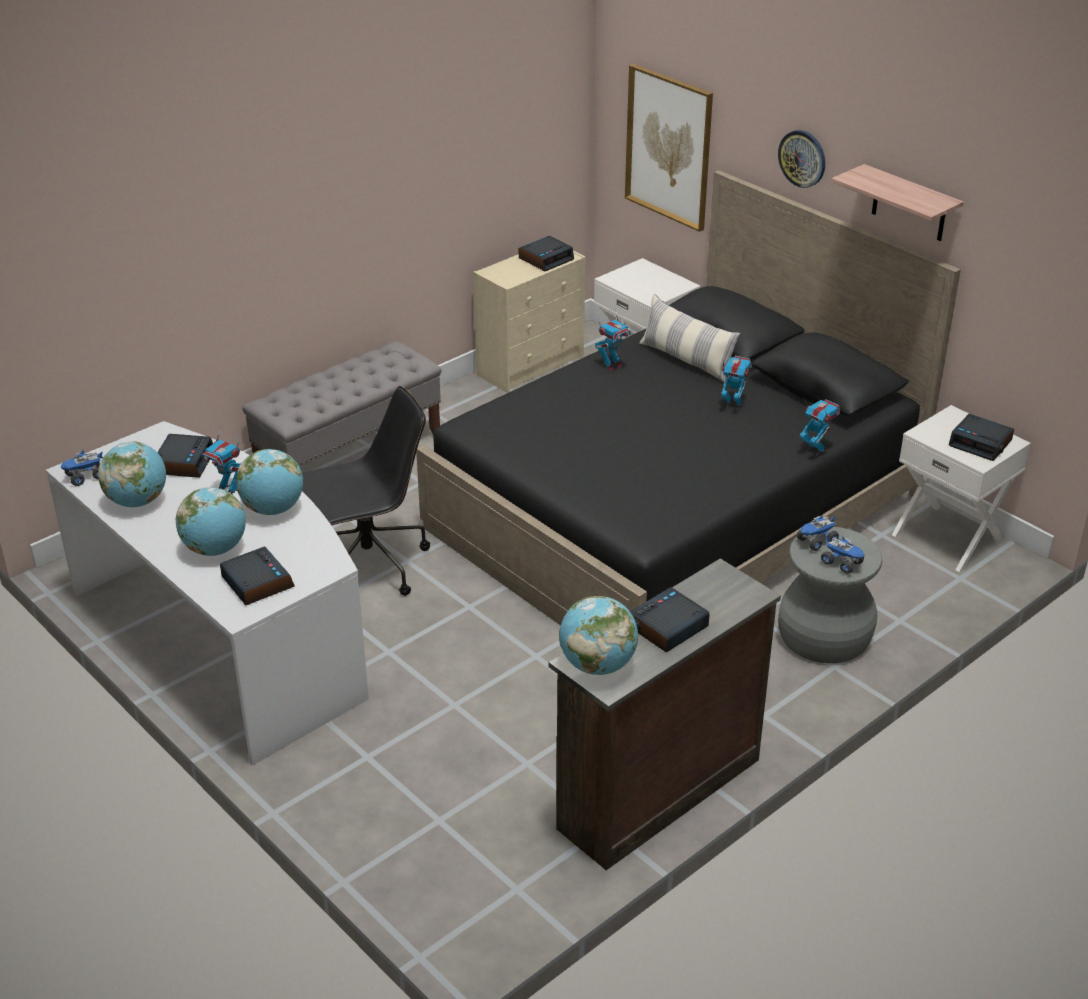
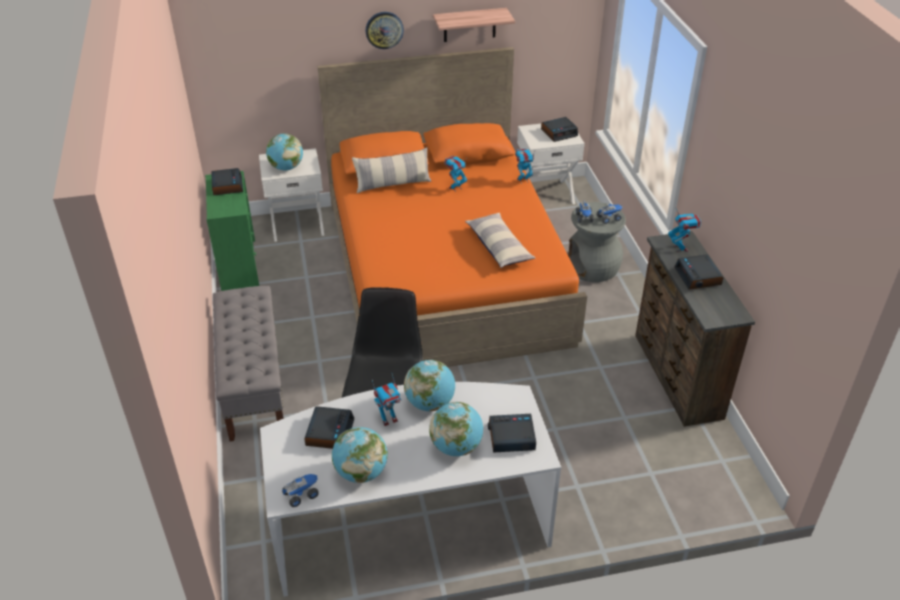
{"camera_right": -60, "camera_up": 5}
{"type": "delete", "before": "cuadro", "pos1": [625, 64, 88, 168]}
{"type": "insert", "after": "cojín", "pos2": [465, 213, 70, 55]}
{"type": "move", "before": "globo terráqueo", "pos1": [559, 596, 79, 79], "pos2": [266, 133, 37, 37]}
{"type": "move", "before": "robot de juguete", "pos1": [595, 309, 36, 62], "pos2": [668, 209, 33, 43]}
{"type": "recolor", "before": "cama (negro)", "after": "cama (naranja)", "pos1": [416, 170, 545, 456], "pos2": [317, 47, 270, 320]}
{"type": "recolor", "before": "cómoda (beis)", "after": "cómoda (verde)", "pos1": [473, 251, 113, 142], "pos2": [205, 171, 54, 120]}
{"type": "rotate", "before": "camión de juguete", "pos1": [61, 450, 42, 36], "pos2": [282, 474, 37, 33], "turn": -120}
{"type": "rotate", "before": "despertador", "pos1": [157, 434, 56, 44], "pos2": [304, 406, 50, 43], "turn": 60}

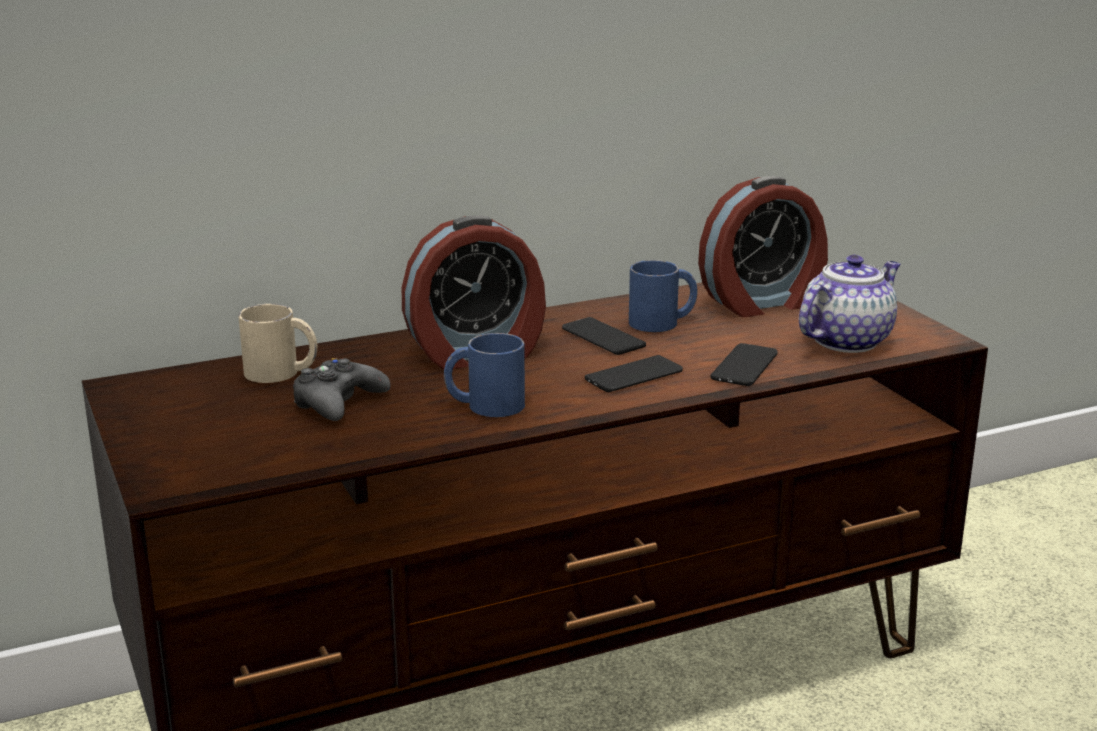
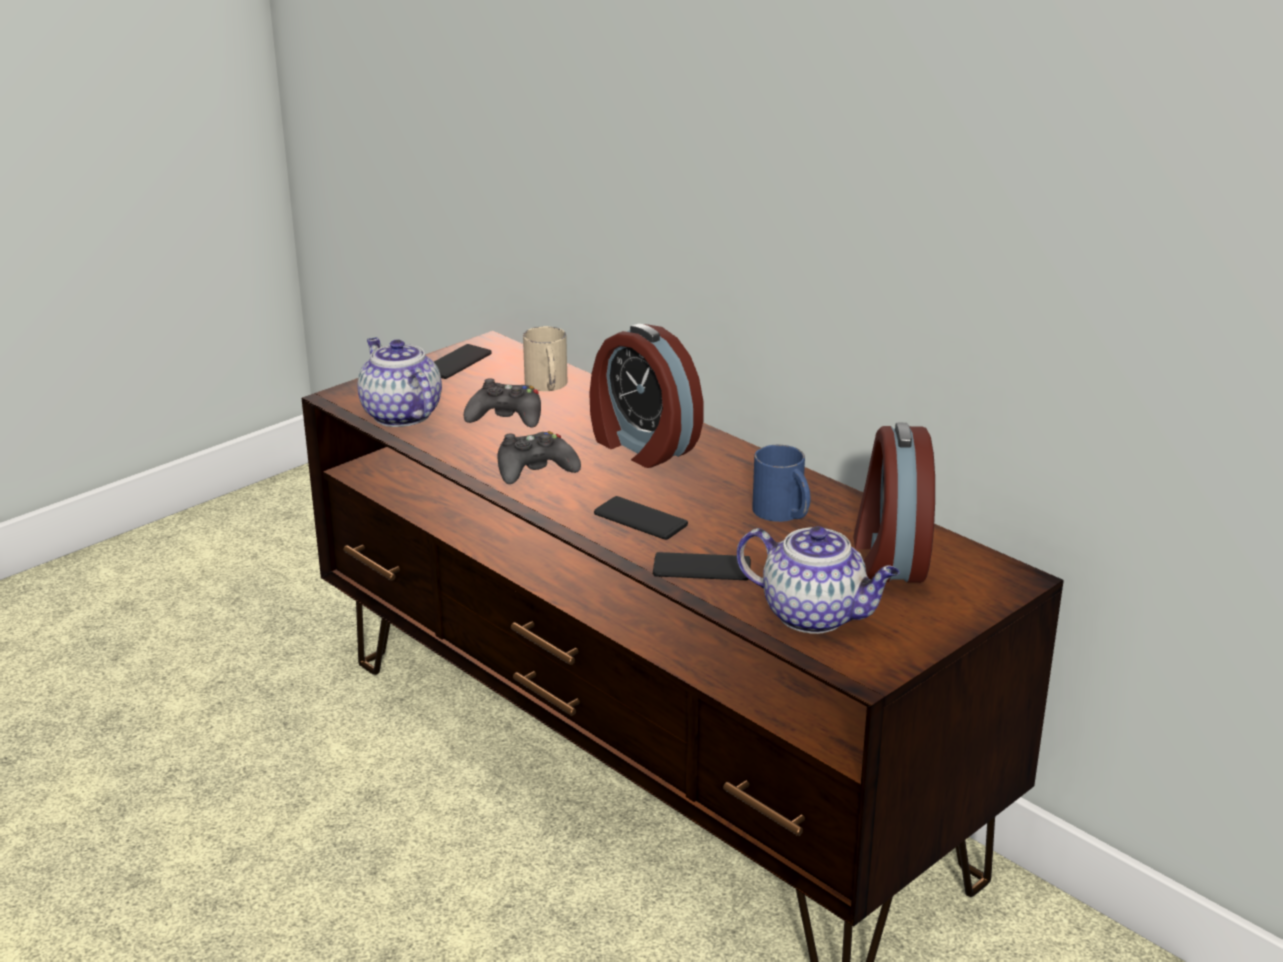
{"camera_right": 70, "camera_up": 5}
{"type": "insert", "after": "tetera", "pos2": [357, 337, 85, 90]}
{"type": "move", "before": "móvil", "pos1": [562, 317, 84, 38], "pos2": [434, 344, 58, 35]}
{"type": "replace", "before": "taza grande (azul)", "after": "mando de consola (negro)", "pos1": [444, 333, 81, 84], "pos2": [497, 431, 84, 53]}
{"type": "rotate", "before": "despertador", "pos1": [698, 176, 130, 141], "pos2": [853, 423, 82, 160], "turn": 45}

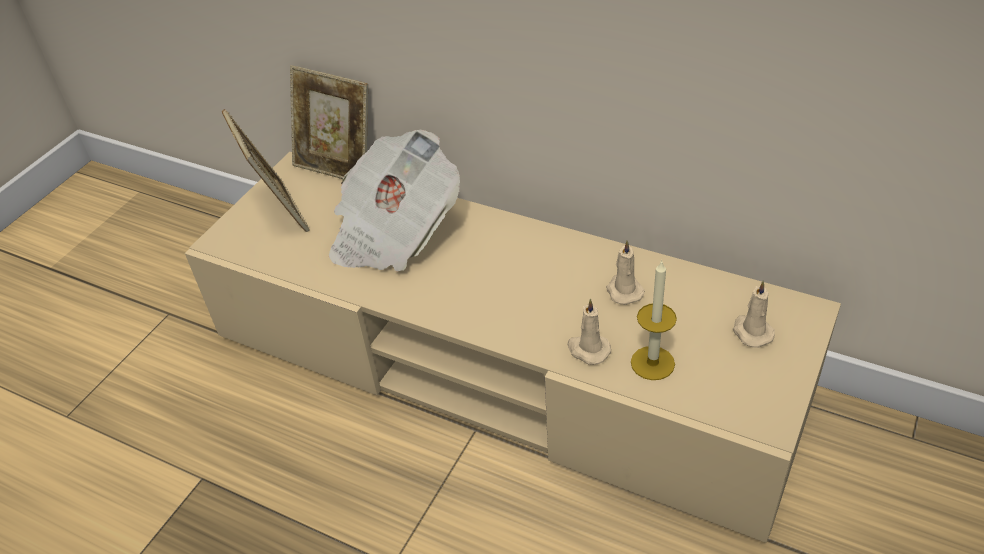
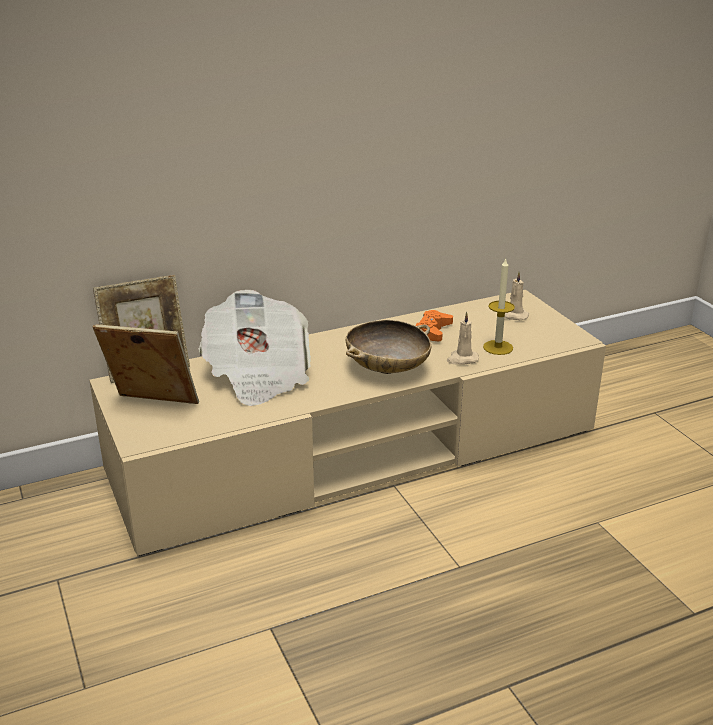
{"camera_right": -55, "camera_up": -15}
{"type": "insert", "after": "cuenco (beis)", "pos2": [346, 320, 85, 54]}
{"type": "replace", "before": "vela (beis)", "after": "mando de consola (naranja)", "pos1": [606, 240, 39, 65], "pos2": [416, 310, 37, 31]}

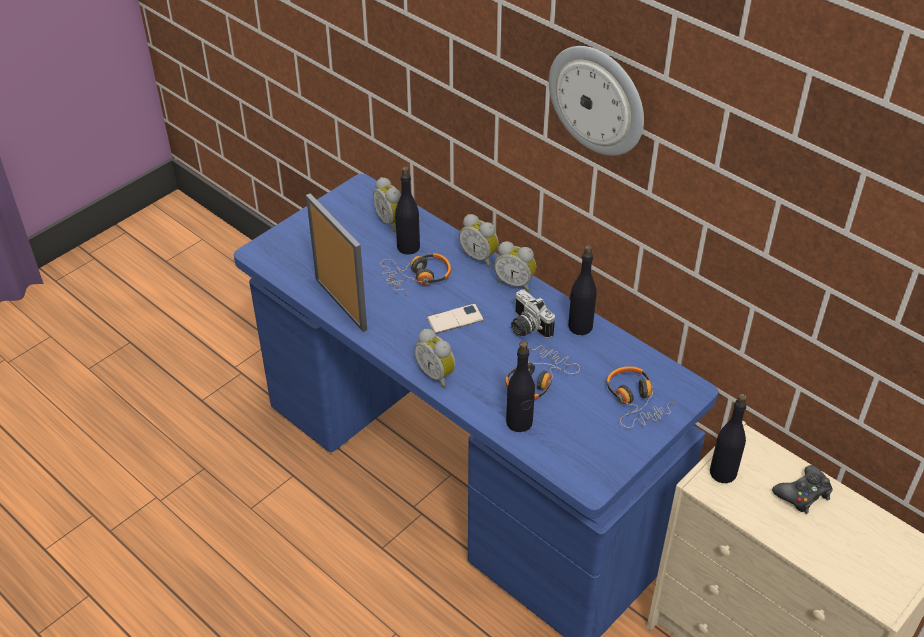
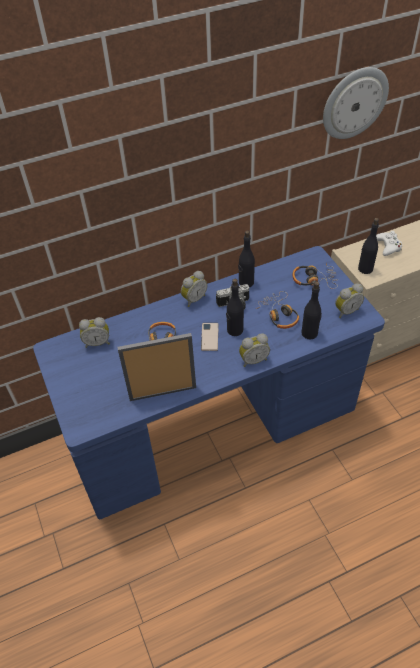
{"camera_right": -65, "camera_up": 5}
{"type": "move", "before": "botella (negro)", "pos1": [395, 167, 25, 88], "pos2": [226, 279, 18, 57]}
{"type": "move", "before": "despertador", "pos1": [459, 214, 40, 53], "pos2": [335, 283, 29, 35]}
{"type": "move", "before": "reloj de pared", "pos1": [549, 46, 95, 110], "pos2": [323, 67, 66, 72]}
{"type": "recolor", "before": "mando de consola (negro)", "after": "mando de consola (blanco)", "pos1": [772, 465, 61, 49], "pos2": [376, 231, 26, 25]}

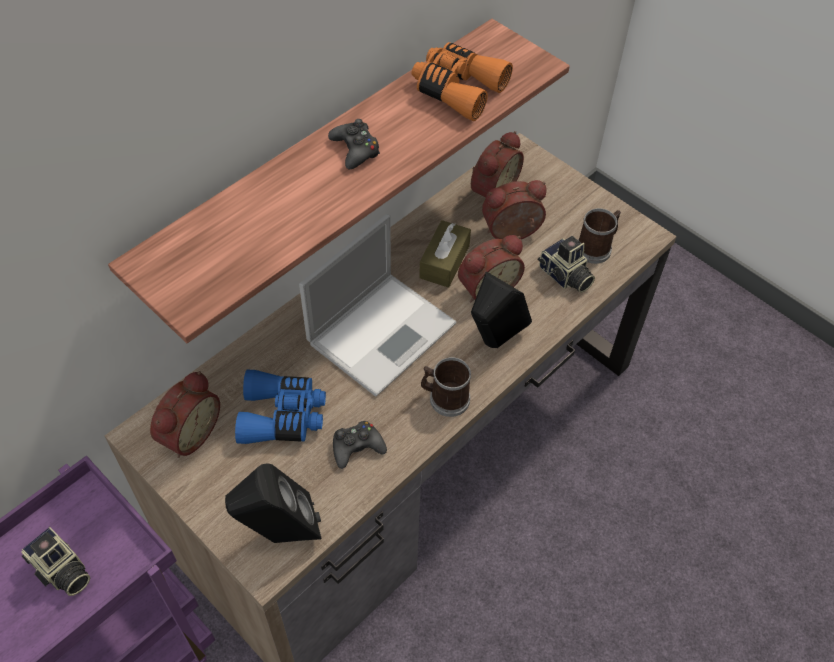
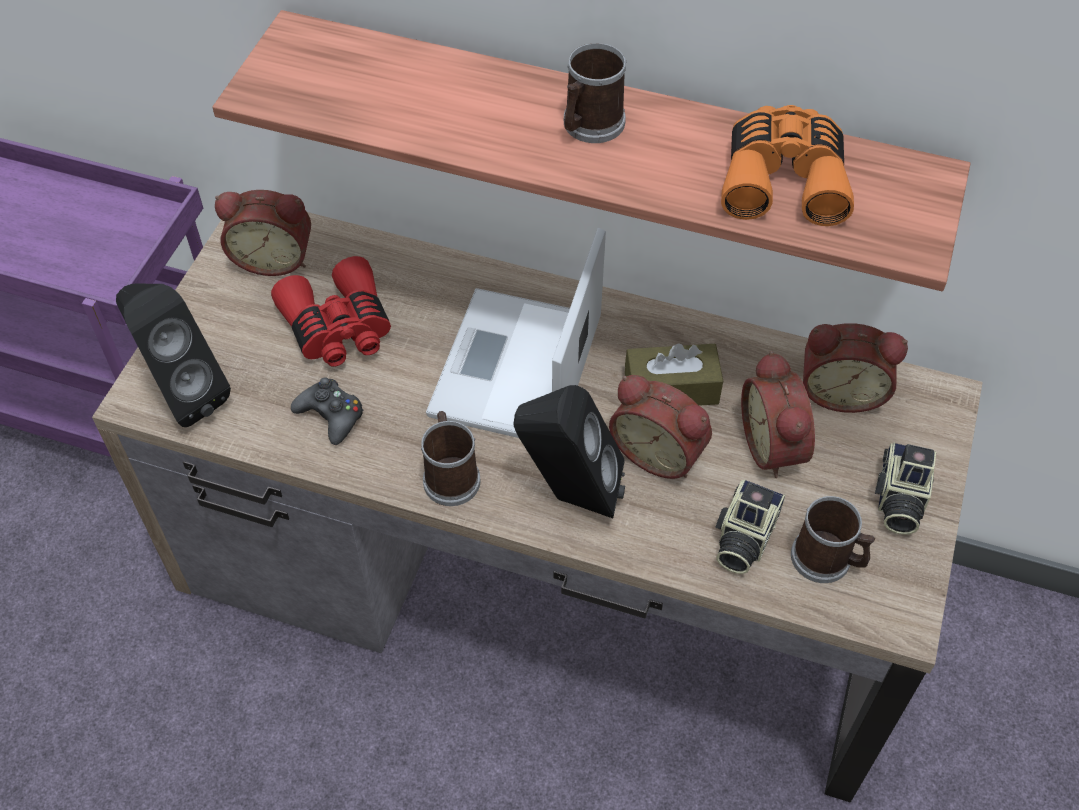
{"camera_right": 65, "camera_up": 0}
{"type": "move", "before": "cámara", "pos1": [21, 527, 69, 69], "pos2": [875, 442, 61, 93]}
{"type": "replace", "before": "mando de consola (negro)", "after": "taza grande", "pos1": [328, 119, 52, 50], "pos2": [564, 43, 62, 100]}
{"type": "recolor", "before": "prismáticos (azul)", "after": "prismáticos (rojo)", "pos1": [235, 370, 91, 74], "pos2": [271, 256, 120, 111]}
{"type": "rotate", "before": "portátil", "pos1": [299, 214, 157, 183], "pos2": [426, 228, 180, 210], "turn": 90}
{"type": "rotate", "before": "despertador", "pos1": [482, 180, 65, 59], "pos2": [741, 351, 74, 127], "turn": -150}

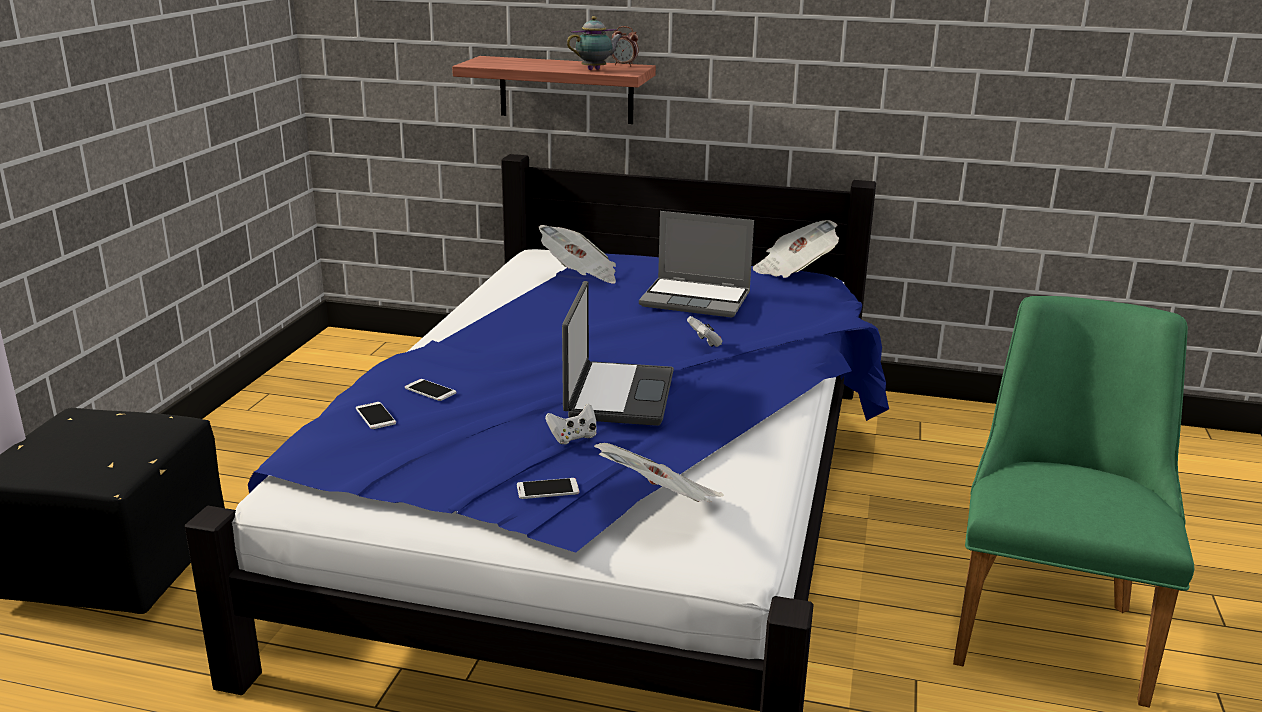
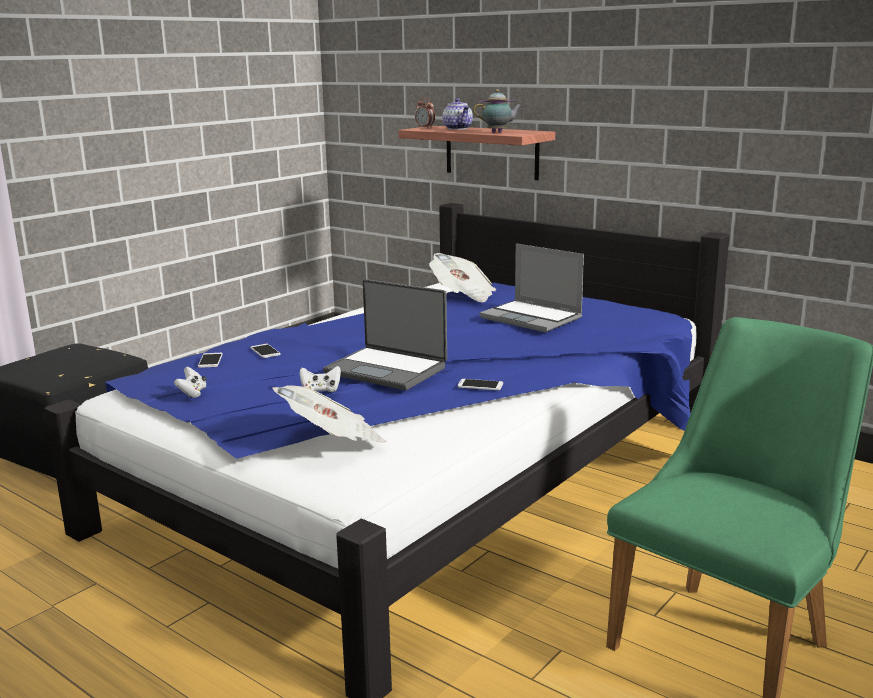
{"camera_right": 25, "camera_up": -5}
{"type": "delete", "before": "periódico", "pos1": [753, 220, 86, 58]}
{"type": "insert", "after": "tetera", "pos2": [443, 98, 30, 32]}
{"type": "move", "before": "móvil", "pos1": [517, 478, 62, 21], "pos2": [458, 379, 45, 11]}
{"type": "move", "before": "despertador", "pos1": [612, 26, 27, 40], "pos2": [415, 98, 20, 30]}
{"type": "move", "before": "mando de consola (blanco)", "pos1": [687, 316, 35, 31], "pos2": [174, 366, 32, 32]}
{"type": "rotate", "before": "portátil", "pos1": [562, 281, 112, 145], "pos2": [323, 279, 124, 111], "turn": 90}

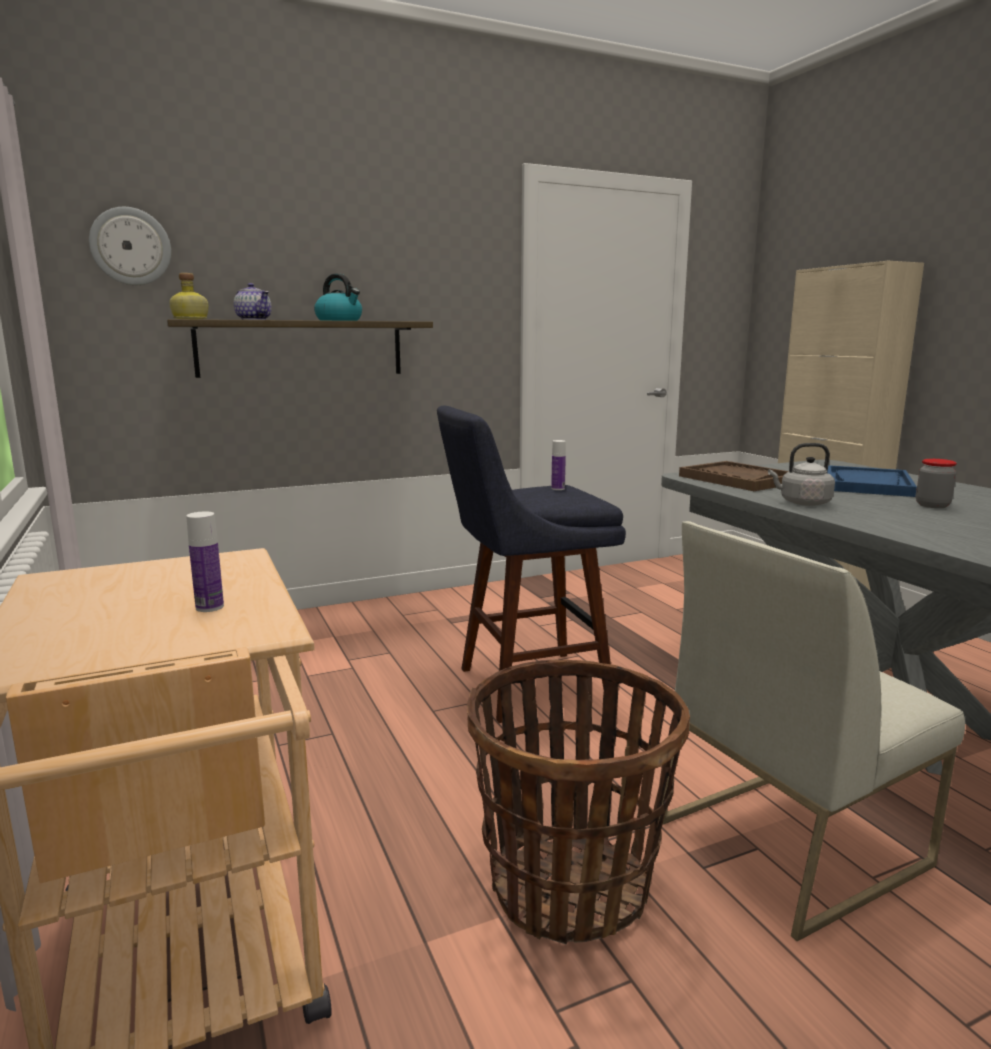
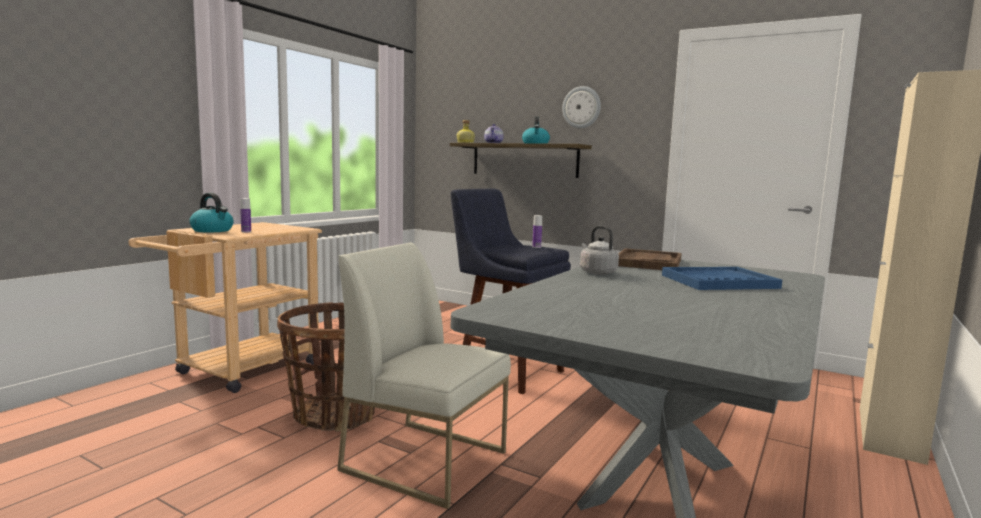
{"camera_right": 55, "camera_up": -5}
{"type": "delete", "before": "tarro", "pos1": [916, 459, 41, 49]}
{"type": "insert", "after": "hervidor", "pos2": [189, 193, 45, 39]}
{"type": "move", "before": "reloj de pared", "pos1": [89, 207, 82, 78], "pos2": [562, 86, 39, 42]}

